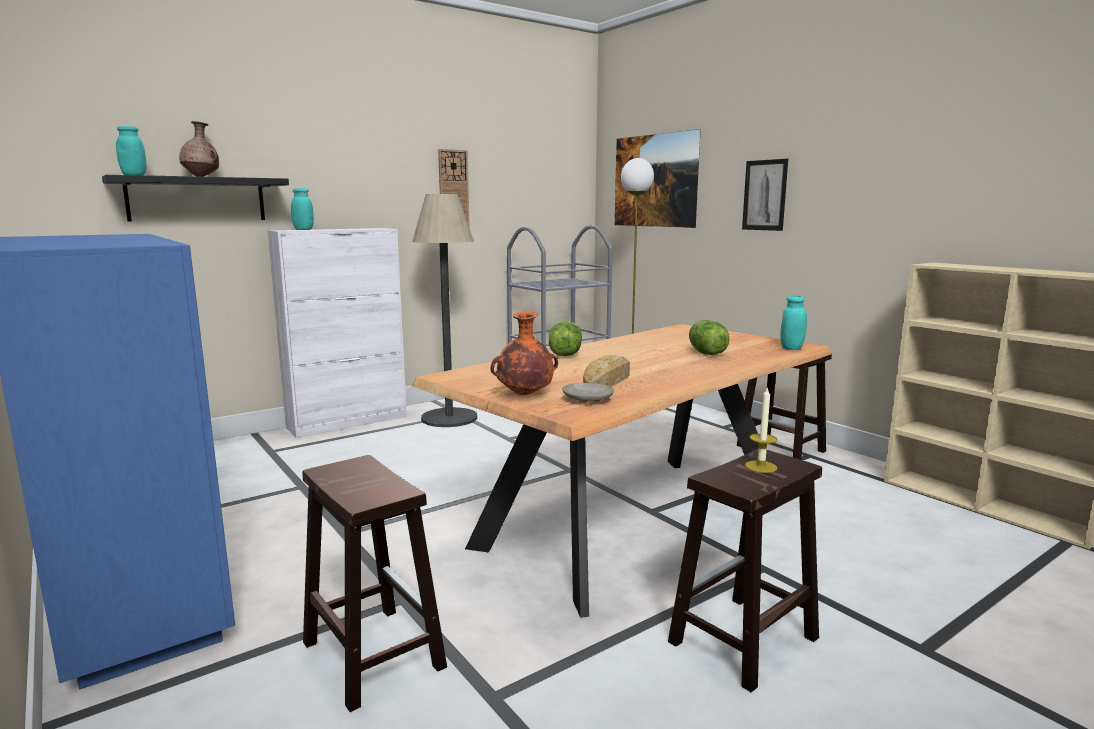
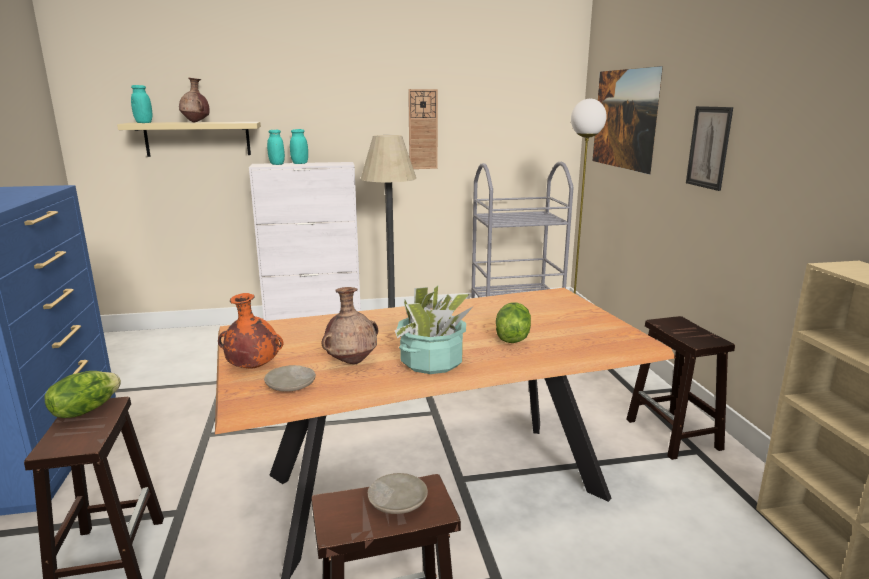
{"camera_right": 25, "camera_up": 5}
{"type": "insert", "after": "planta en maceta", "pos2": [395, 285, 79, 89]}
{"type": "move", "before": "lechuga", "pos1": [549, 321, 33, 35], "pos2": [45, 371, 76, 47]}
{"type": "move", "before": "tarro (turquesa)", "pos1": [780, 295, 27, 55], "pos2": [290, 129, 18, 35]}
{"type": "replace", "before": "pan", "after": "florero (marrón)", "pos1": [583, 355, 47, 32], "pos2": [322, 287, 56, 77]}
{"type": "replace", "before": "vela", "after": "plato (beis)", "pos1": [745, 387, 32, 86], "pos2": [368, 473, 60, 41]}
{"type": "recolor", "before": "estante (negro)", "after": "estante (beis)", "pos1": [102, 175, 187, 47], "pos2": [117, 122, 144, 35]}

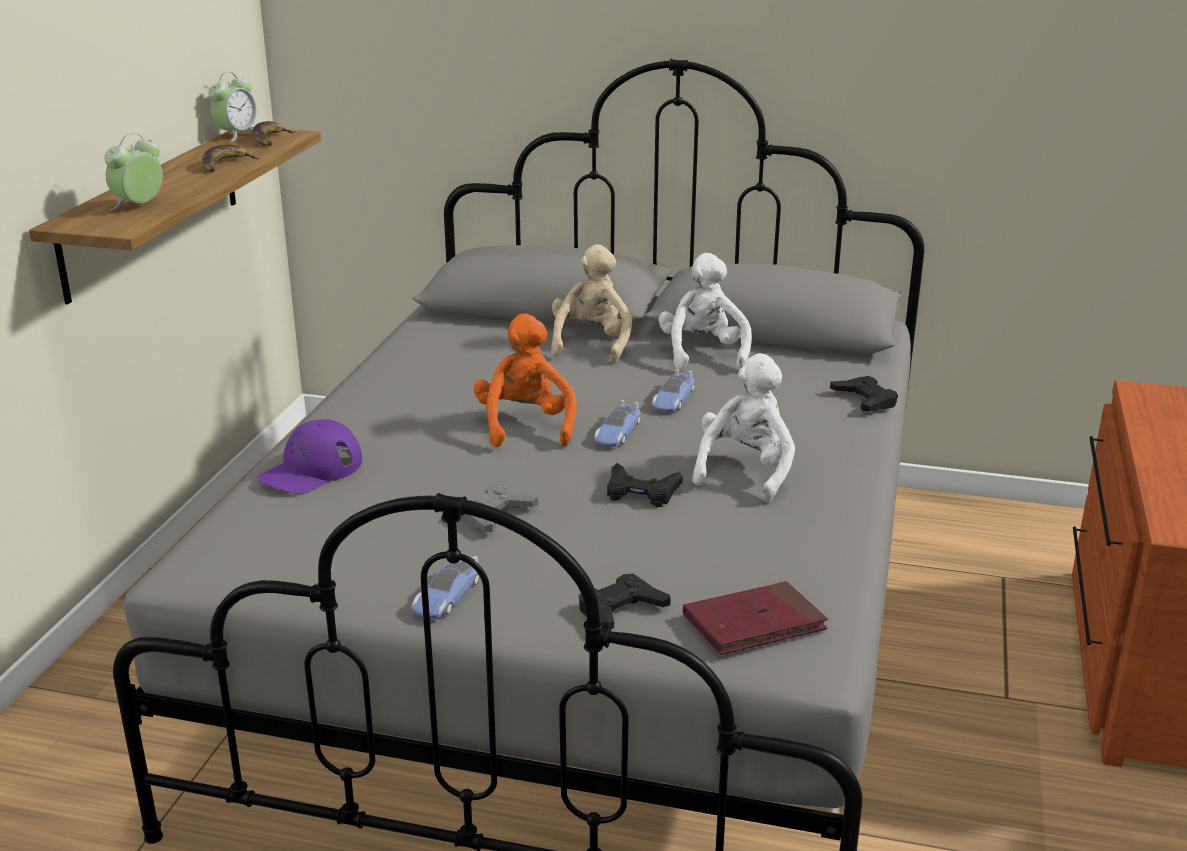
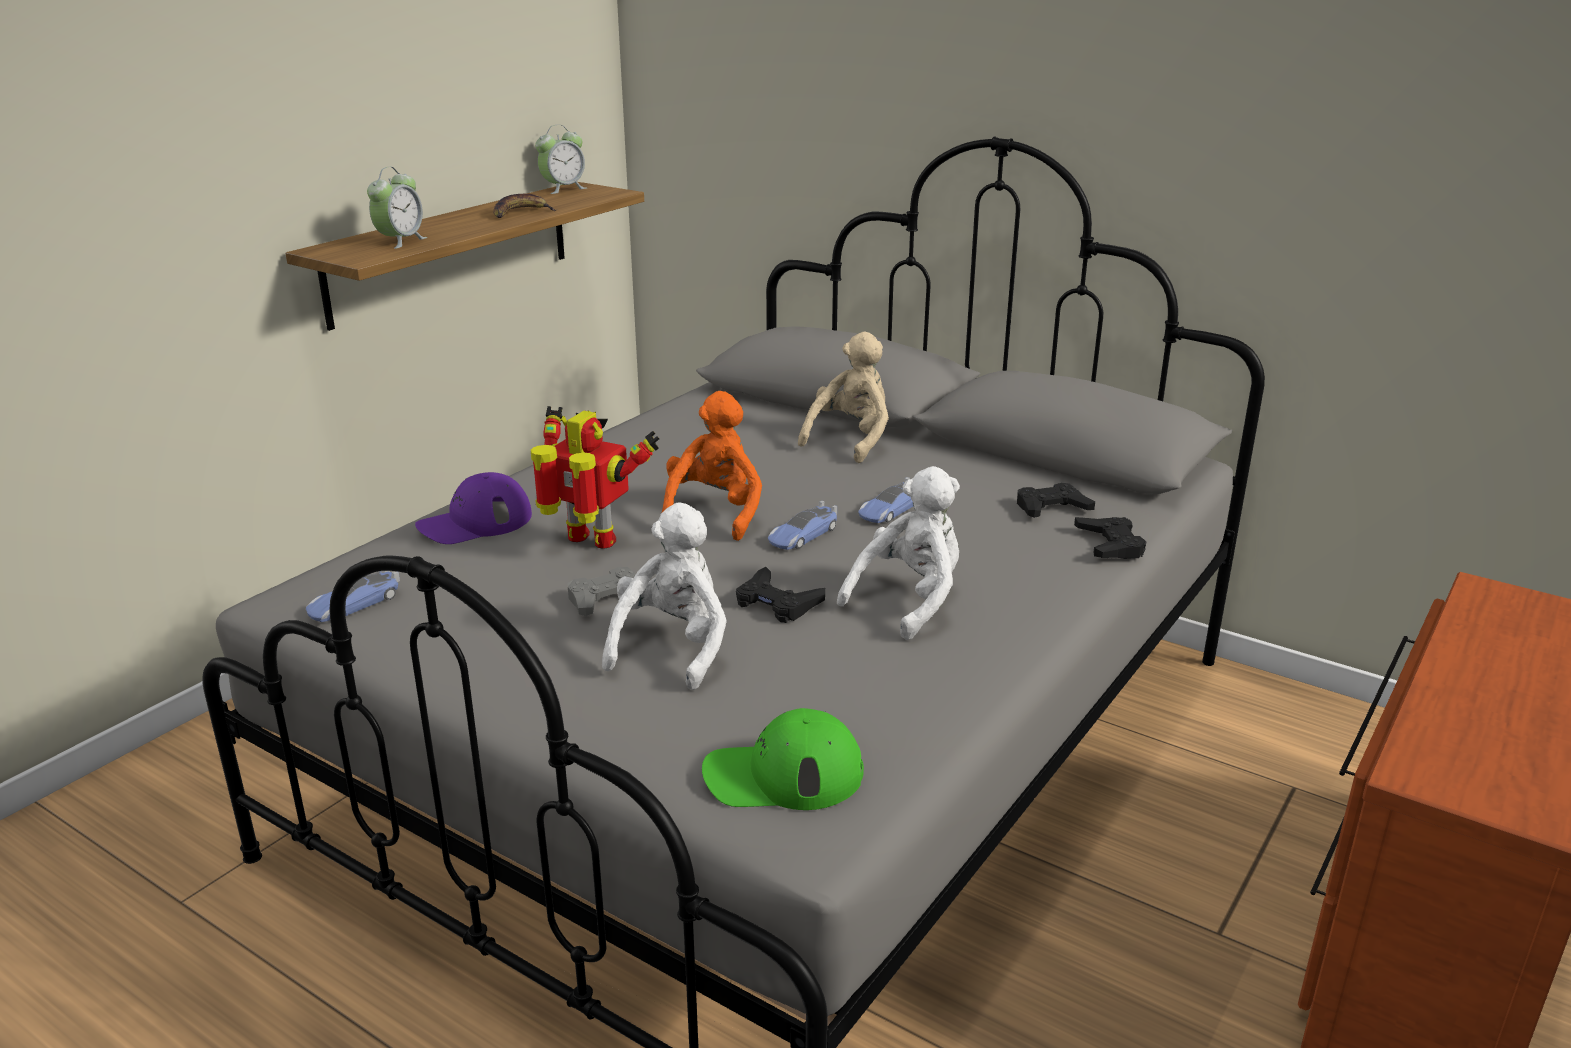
{"camera_right": 20, "camera_up": 0}
{"type": "delete", "before": "plátano", "pos1": [252, 121, 44, 25]}
{"type": "insert", "after": "robot de juguete", "pos2": [531, 406, 128, 143]}
{"type": "move", "before": "coche de juguete", "pos1": [412, 552, 68, 67], "pos2": [306, 571, 94, 51]}
{"type": "move", "before": "mando de consola (negro)", "pos1": [579, 574, 92, 55], "pos2": [1017, 483, 78, 35]}
{"type": "move", "before": "peluche (blanco)", "pos1": [659, 253, 93, 118], "pos2": [602, 503, 125, 187]}
{"type": "replace", "before": "libro (rojo)", "after": "gorra (verde)", "pos1": [683, 581, 145, 74], "pos2": [702, 708, 162, 102]}
{"type": "rotate", "before": "despertador", "pos1": [104, 133, 59, 78], "pos2": [367, 167, 60, 82], "turn": 150}

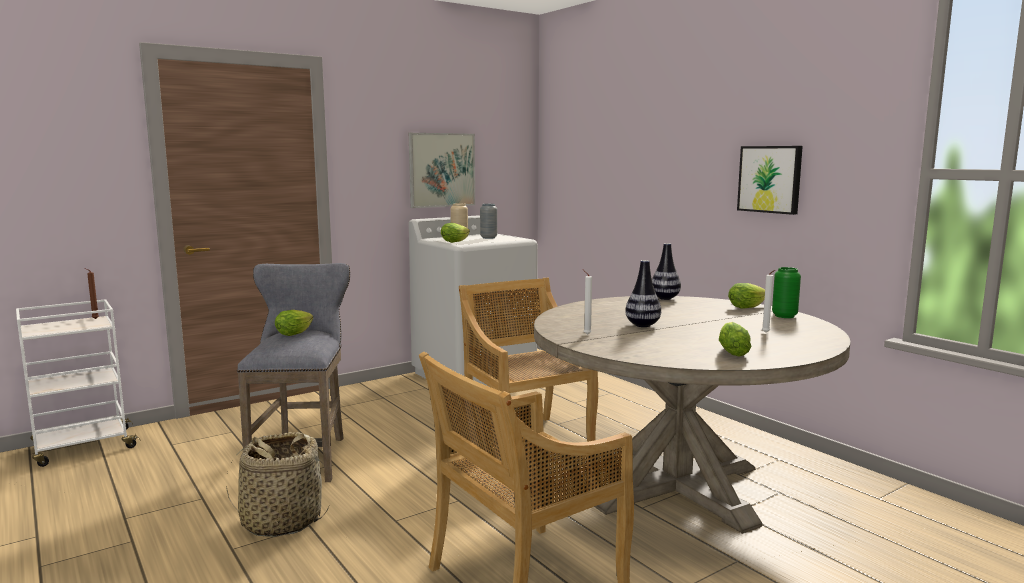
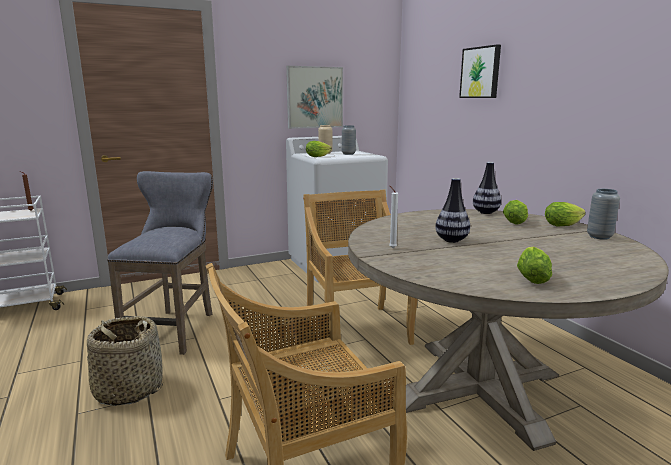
{"camera_right": 10, "camera_up": 5}
{"type": "delete", "before": "vela (blanco)", "pos1": [762, 270, 13, 63]}
{"type": "move", "before": "lechuga", "pos1": [275, 310, 38, 26], "pos2": [503, 200, 25, 25]}
{"type": "move", "before": "cuadro", "pos1": [737, 146, 66, 69], "pos2": [459, 45, 42, 53]}
{"type": "recolor", "before": "florero (verde)", "after": "florero (gris)", "pos1": [772, 267, 29, 51], "pos2": [587, 189, 33, 51]}

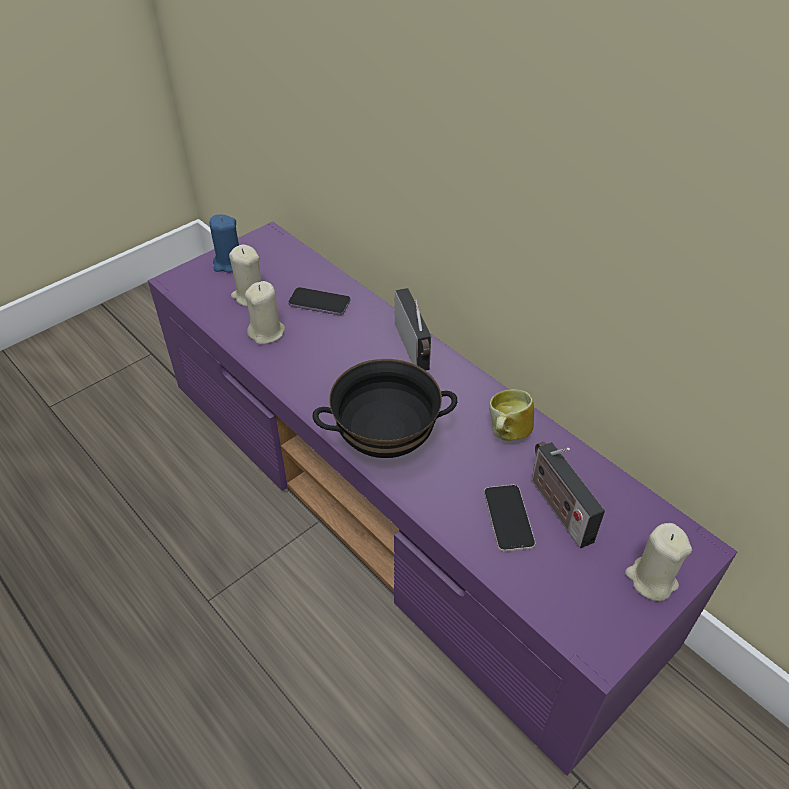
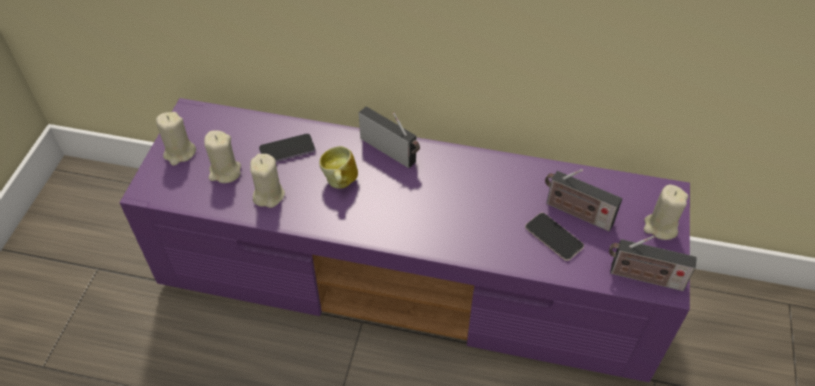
{"camera_right": -35, "camera_up": 5}
{"type": "delete", "before": "cuenco (negro)", "pos1": [313, 359, 144, 99]}
{"type": "insert", "after": "radio", "pos2": [609, 236, 88, 55]}
{"type": "move", "before": "taza grande", "pos1": [489, 389, 45, 52], "pos2": [319, 146, 39, 43]}
{"type": "recolor", "before": "vela (azul)", "after": "vela (beis)", "pos1": [210, 215, 29, 58], "pos2": [156, 112, 40, 54]}

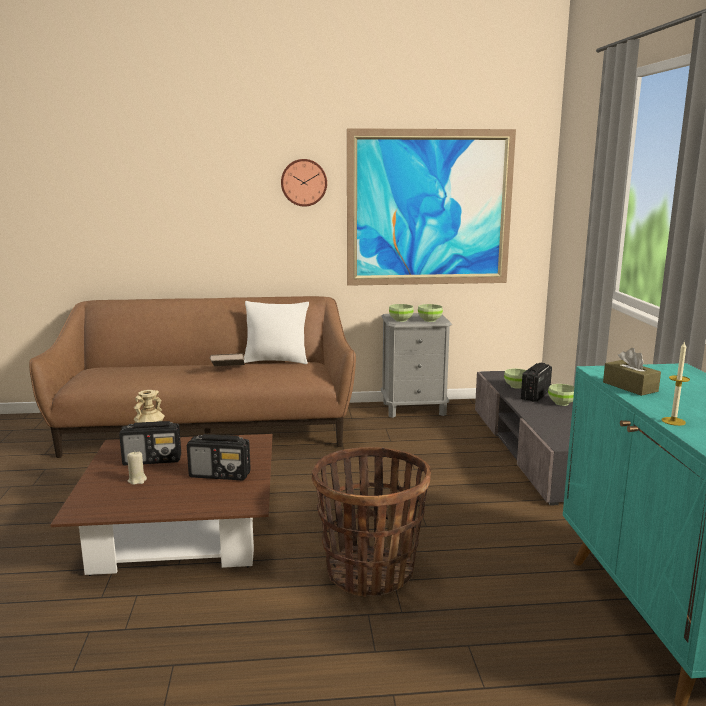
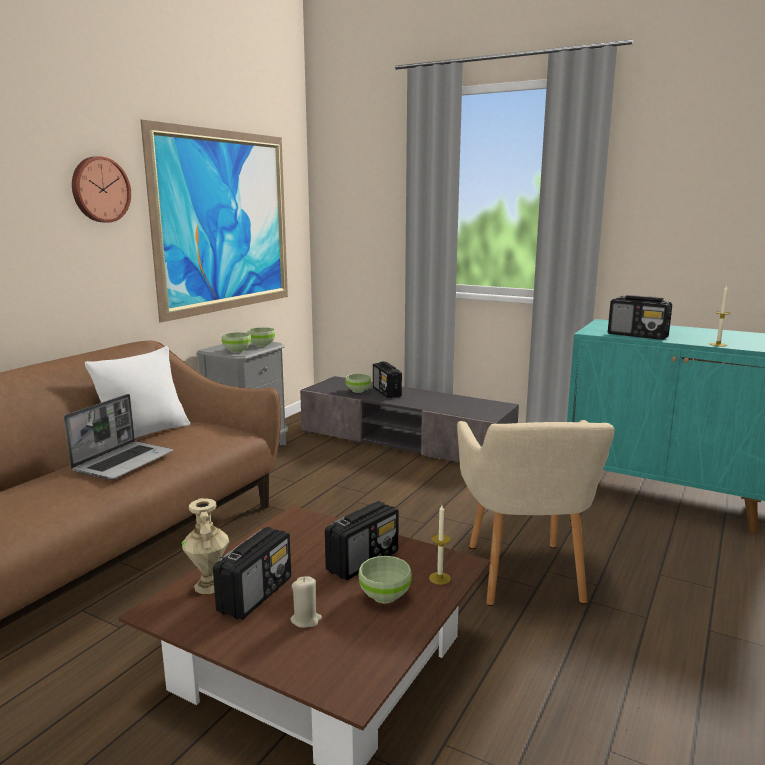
{"camera_right": -55, "camera_up": 0}
{"type": "insert", "after": "vela", "pos2": [429, 505, 22, 80]}
{"type": "move", "before": "cuenco (verde)", "pos1": [548, 384, 26, 22], "pos2": [359, 556, 53, 48]}
{"type": "replace", "before": "libro (marrón)", "after": "portátil", "pos1": [210, 353, 35, 13], "pos2": [64, 394, 110, 86]}
{"type": "replace", "before": "cesta", "after": "sillón (beis)", "pos1": [312, 447, 119, 151], "pos2": [457, 420, 157, 186]}
{"type": "replace", "before": "caja de pañuelos (marrón)", "after": "radio", "pos1": [603, 348, 58, 48], "pos2": [608, 295, 64, 45]}

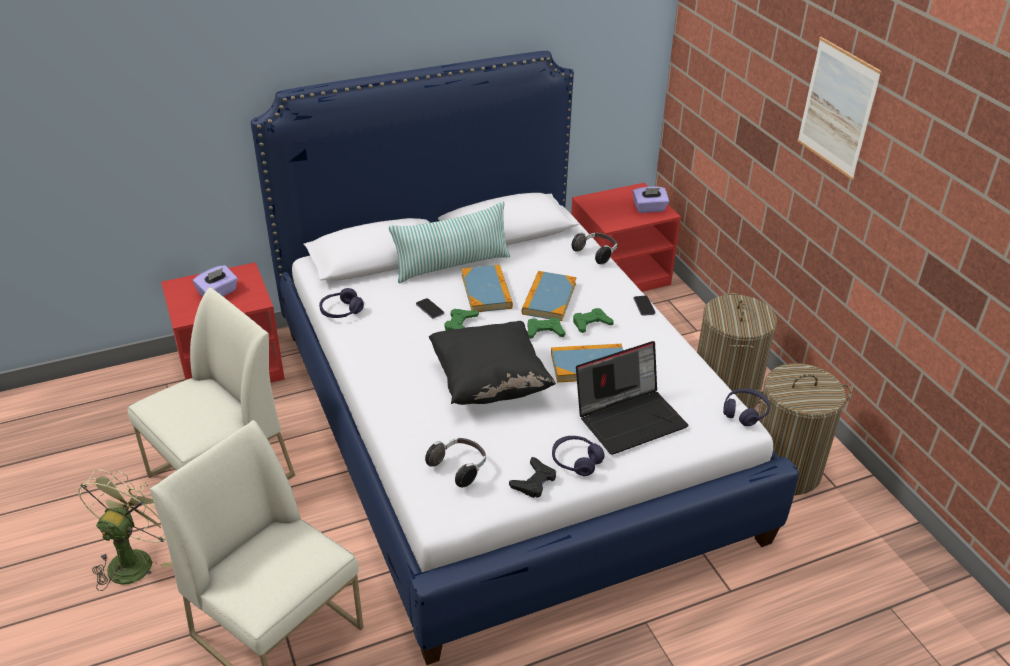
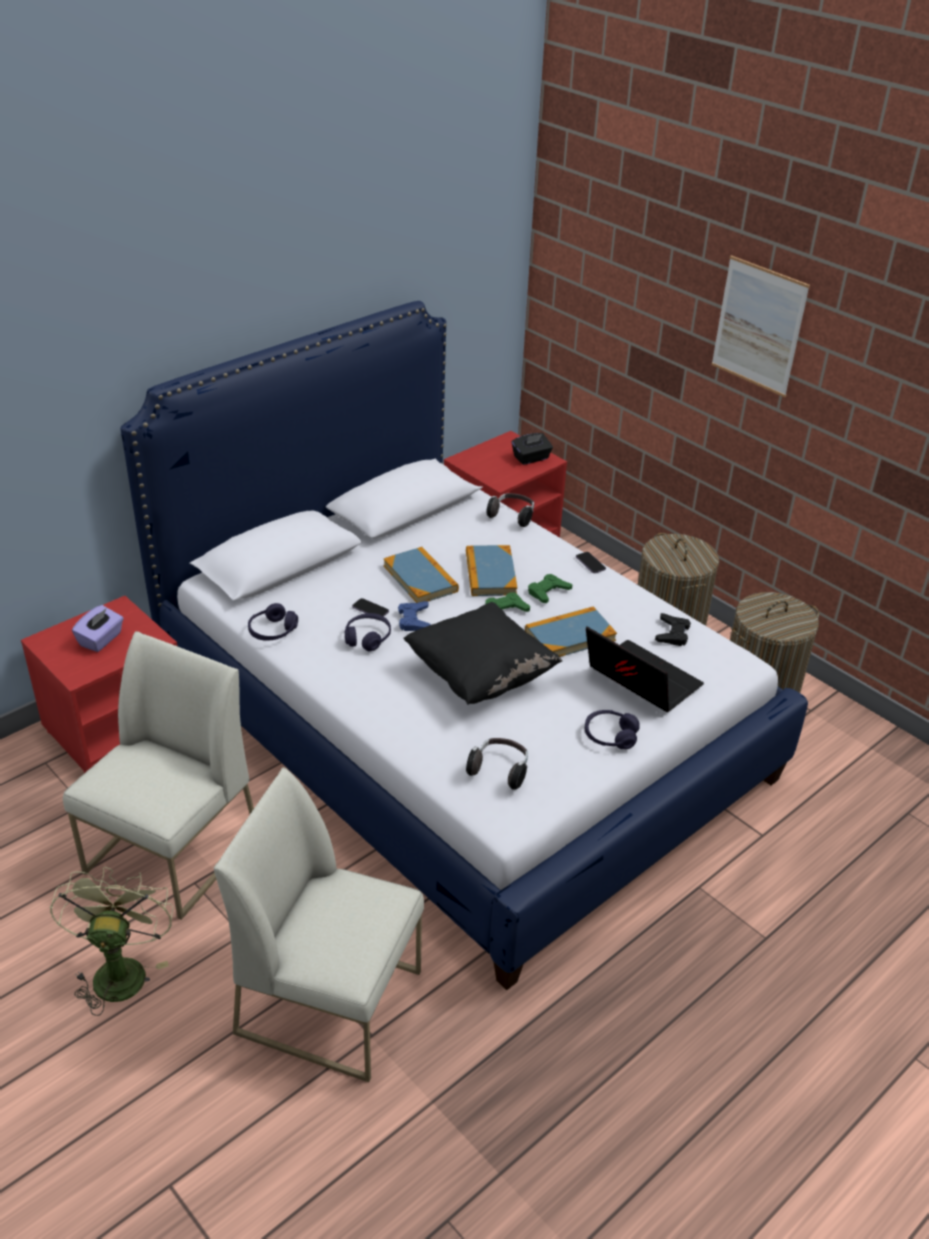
{"camera_right": -20, "camera_up": 0}
{"type": "delete", "before": "cojín", "pos1": [389, 202, 121, 81]}
{"type": "move", "before": "mando de consola (negro)", "pos1": [509, 457, 47, 41], "pos2": [655, 613, 36, 33]}
{"type": "move", "before": "auriculares (morado)", "pos1": [723, 388, 47, 38], "pos2": [345, 613, 46, 38]}
{"type": "recolor", "before": "mando de consola (verde)", "after": "mando de consola (azul)", "pos1": [444, 309, 35, 22], "pos2": [398, 601, 33, 30]}
{"type": "recolor", "before": "caja de pañuelos (morado)", "after": "caja de pañuelos (negro)", "pos1": [633, 186, 36, 27], "pos2": [512, 433, 41, 32]}
{"type": "rotate", "before": "portátil", "pos1": [576, 341, 112, 114], "pos2": [586, 626, 118, 86], "turn": -90}

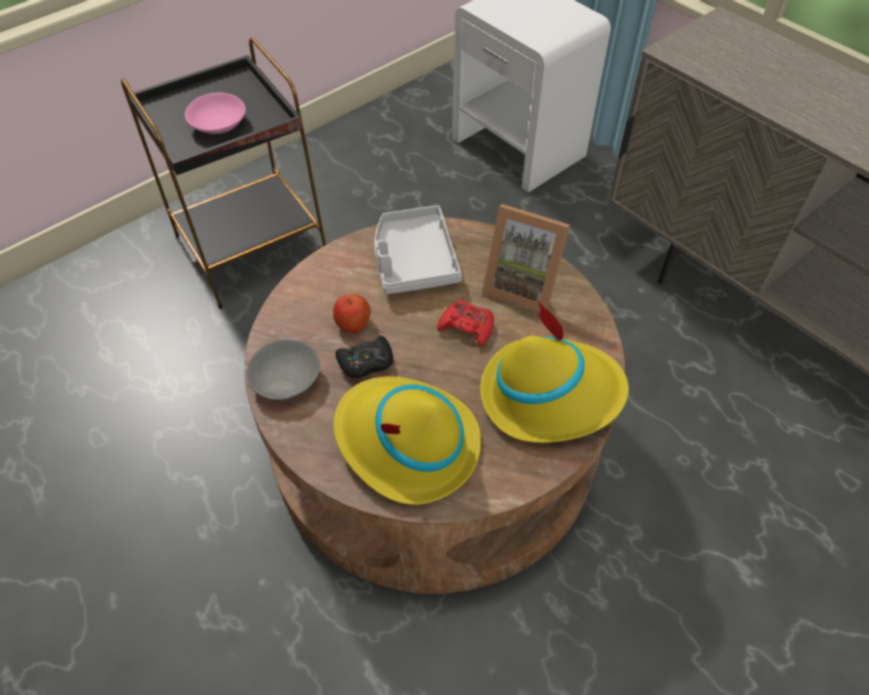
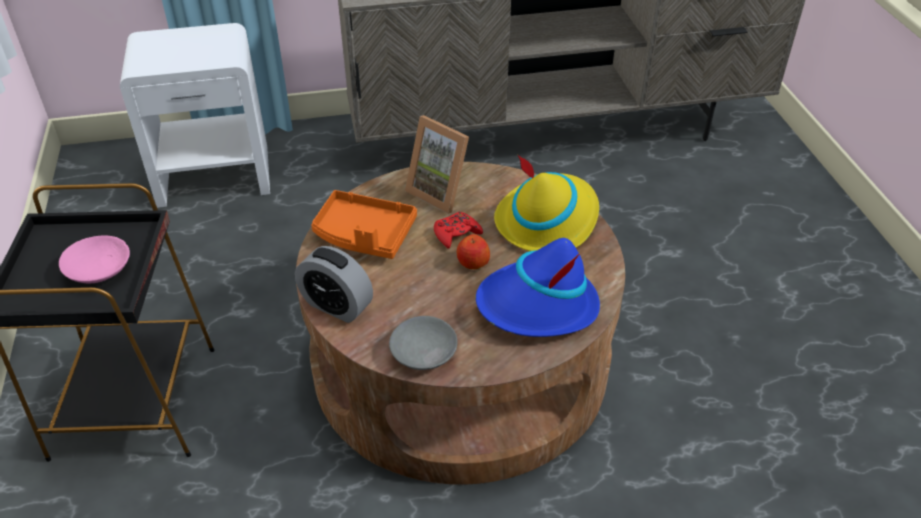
{"camera_right": -60, "camera_up": -10}
{"type": "delete", "before": "mando de consola (negro)", "pos1": [335, 336, 58, 42]}
{"type": "insert", "after": "despertador", "pos2": [295, 246, 78, 77]}
{"type": "move", "before": "manzana", "pos1": [333, 294, 38, 39], "pos2": [457, 234, 33, 35]}
{"type": "recolor", "before": "sombrero (amarillo)", "after": "sombrero (azul)", "pos1": [333, 376, 148, 129], "pos2": [476, 238, 124, 99]}
{"type": "recolor", "before": "bandeja (gris)", "after": "bandeja (naranja)", "pos1": [374, 205, 88, 89], "pos2": [311, 190, 106, 69]}
{"type": "rotate", "before": "portarretratos", "pos1": [482, 204, 88, 109], "pos2": [405, 115, 64, 99], "turn": 75}

